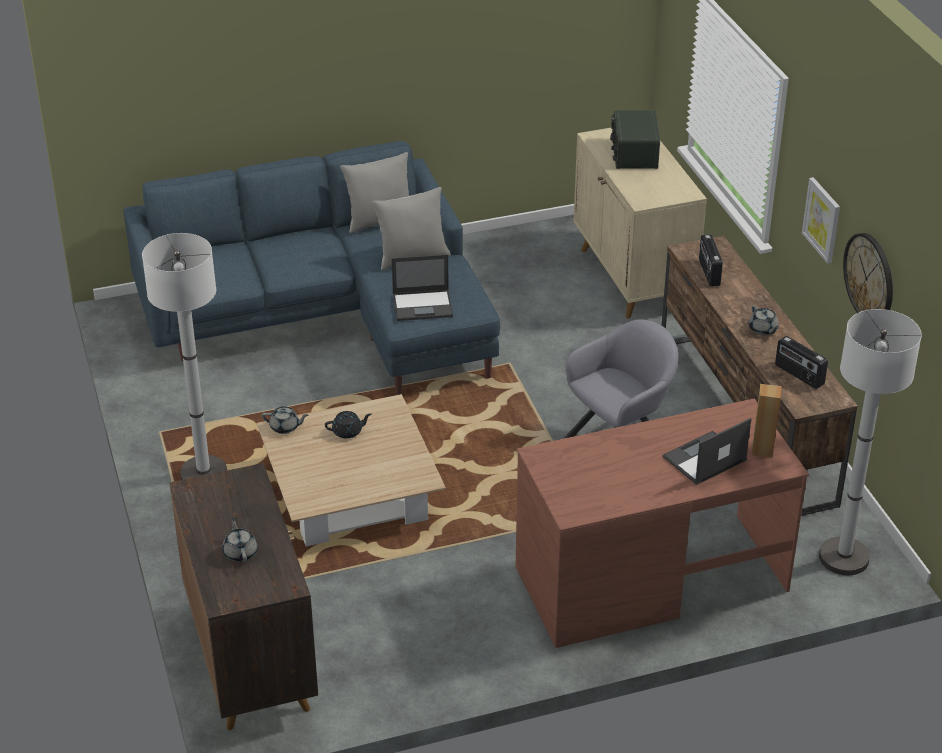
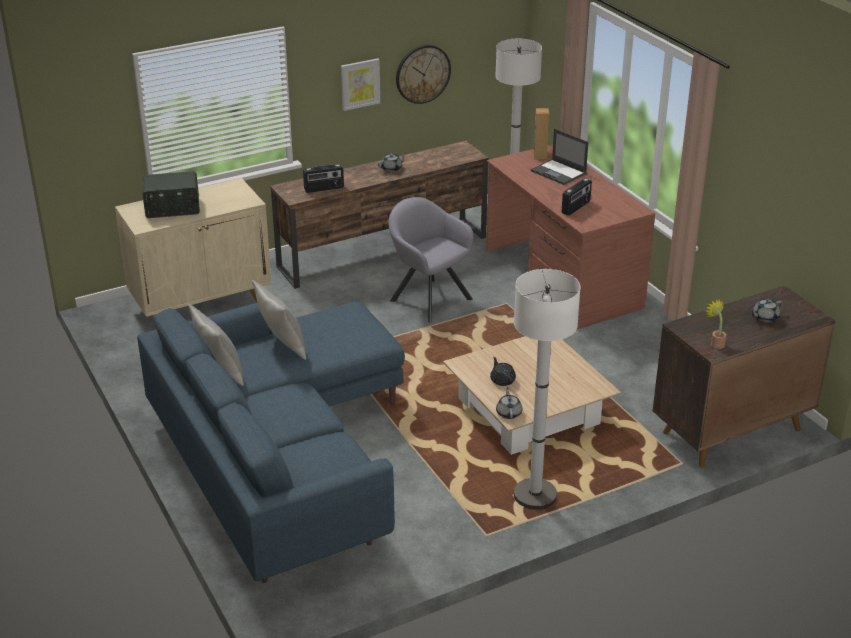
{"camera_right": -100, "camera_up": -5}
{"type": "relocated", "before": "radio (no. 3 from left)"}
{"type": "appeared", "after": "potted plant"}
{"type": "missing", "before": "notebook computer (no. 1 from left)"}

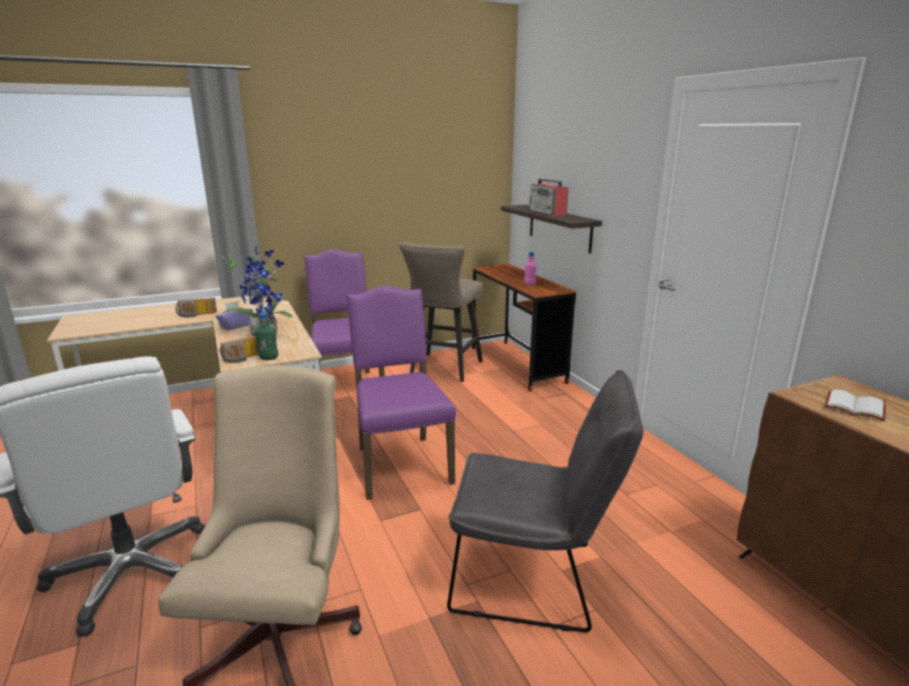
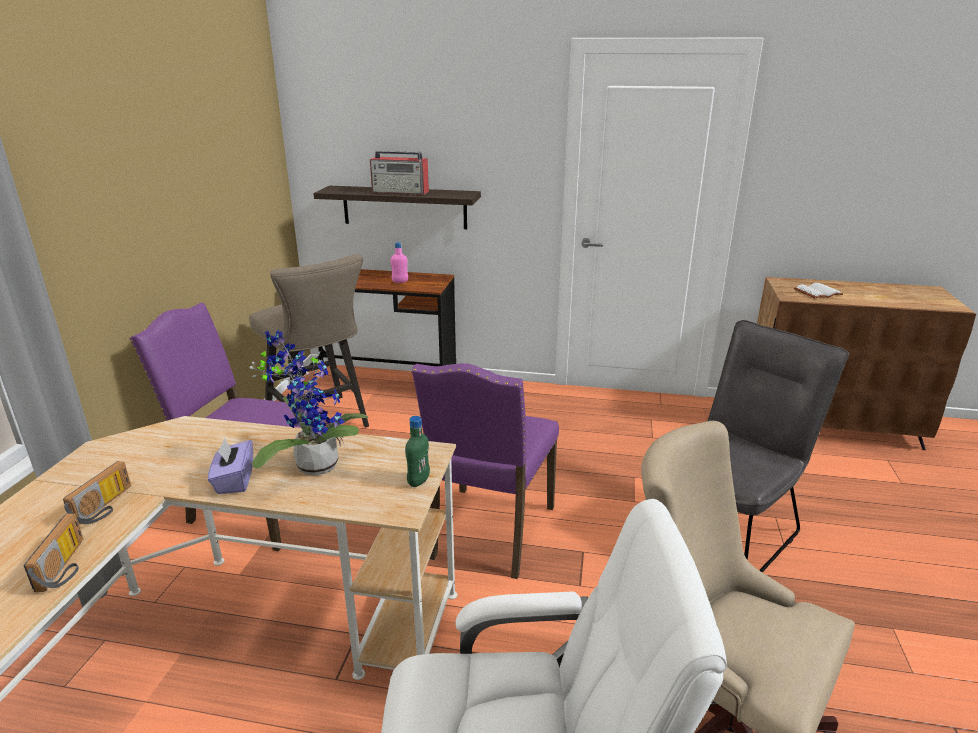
{"camera_right": -55, "camera_up": 5}
{"type": "relocated", "before": "radio (no. 2 from left in the first image)", "after": "radio (no. 1 from left)"}
{"type": "spun", "before": "purplish plain chair (no. 2 from left)", "turn": -90}

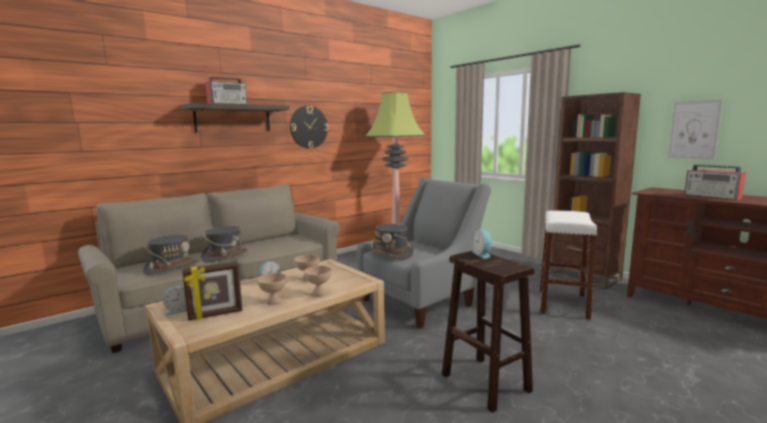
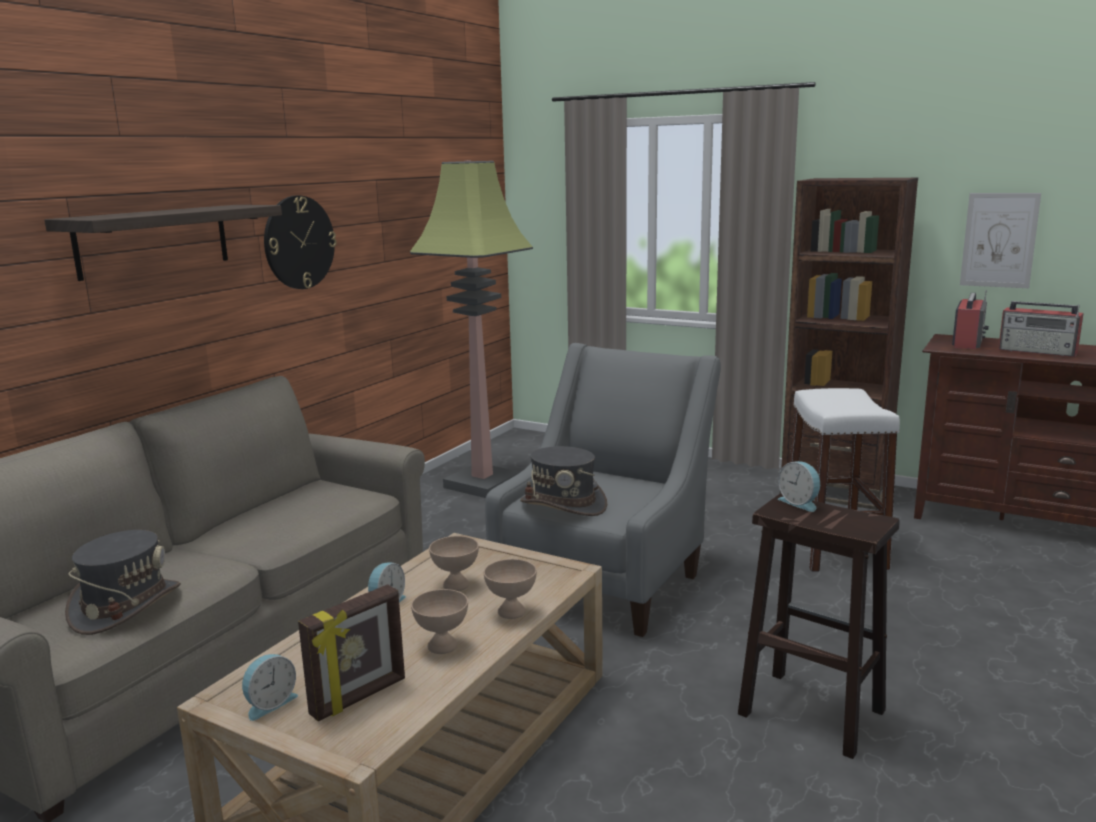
{"camera_right": -20, "camera_up": 5}
{"type": "relocated", "before": "radio (no. 1 from left)"}
{"type": "missing", "before": "grey clothing hat (no. 2 from left)"}

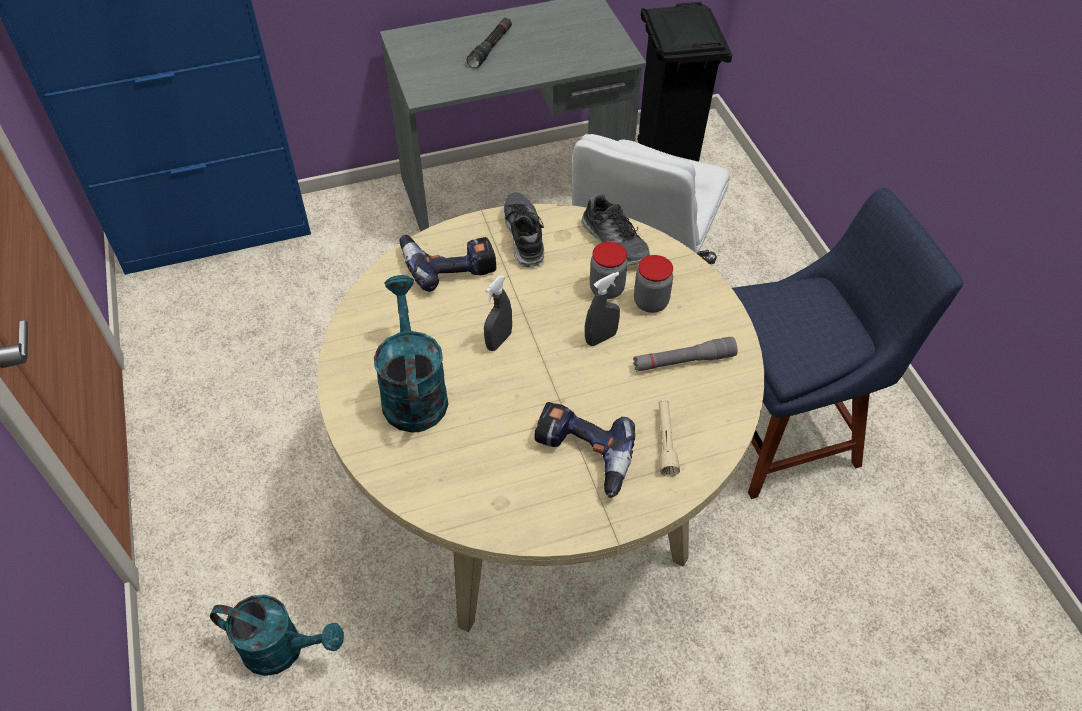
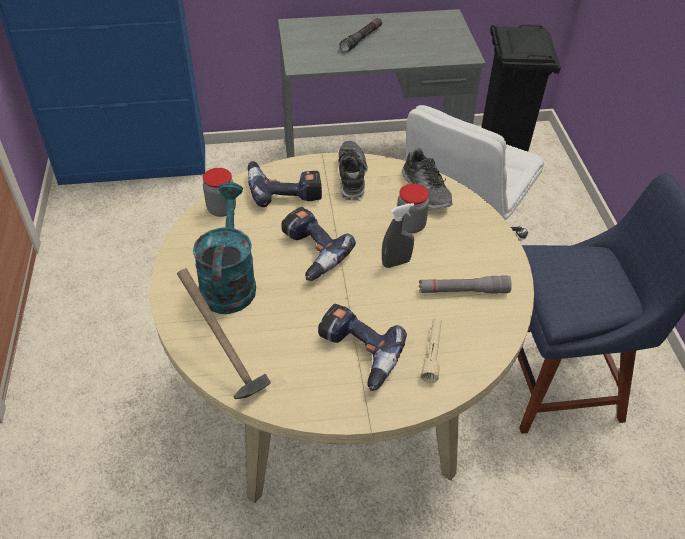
{"camera_right": 10, "camera_up": -5}
{"type": "appeared", "after": "tool hammer"}
{"type": "relocated", "before": "storage jar (no. 2 from left in the first image)", "after": "storage jar (no. 1 from left)"}
{"type": "exchanged", "before": "grey sprayer (no. 1 from left)", "after": "drill (no. 2 from left)"}
{"type": "missing", "before": "turquoise sprinkling can (no. 1 from left)"}

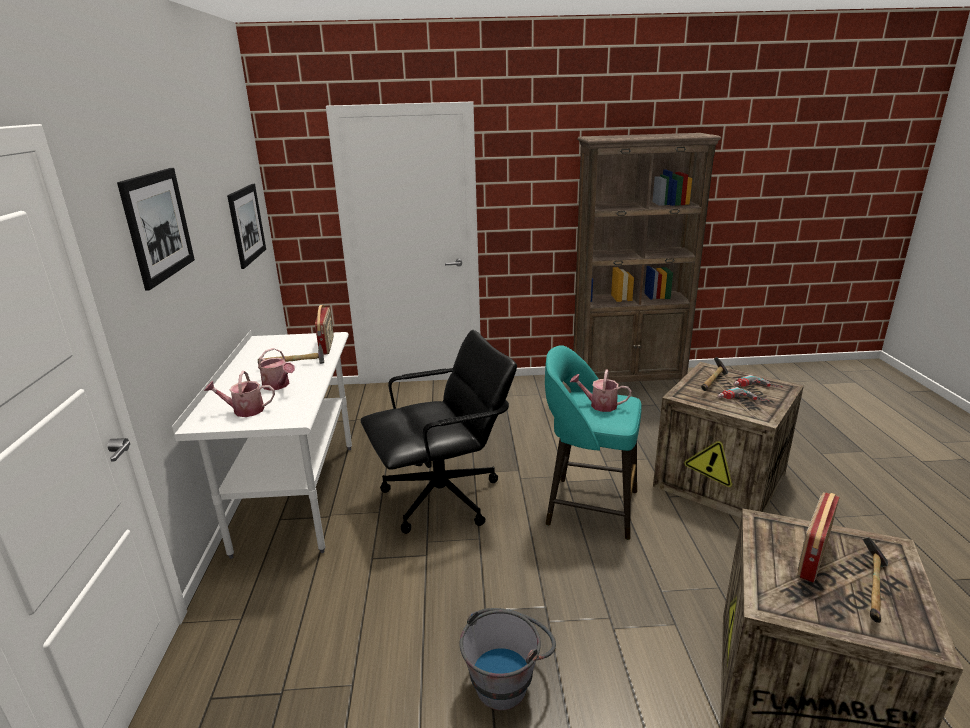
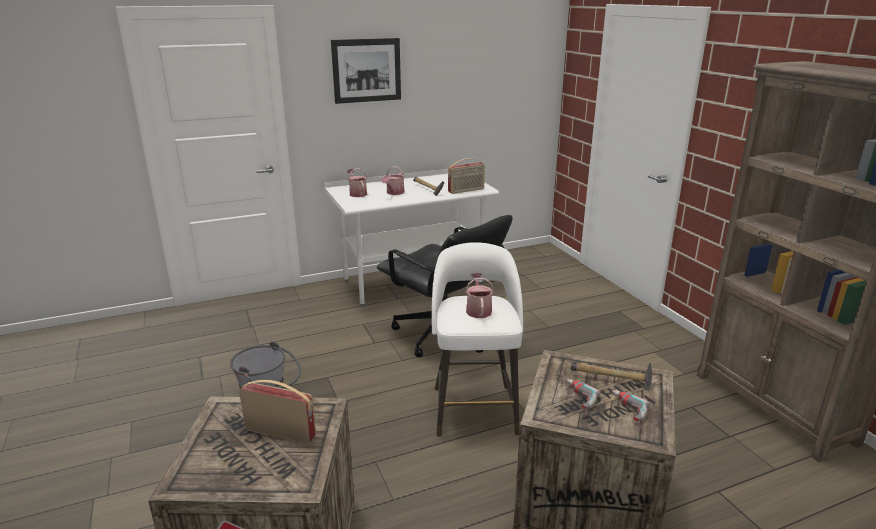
{"camera_right": 70, "camera_up": 0}
{"type": "colour", "before": "turquoise sitting stool", "after": "white sitting stool"}
{"type": "missing", "before": "wall picture (no. 2 from left)"}
{"type": "missing", "before": "tool hammer (no. 3 from left)"}

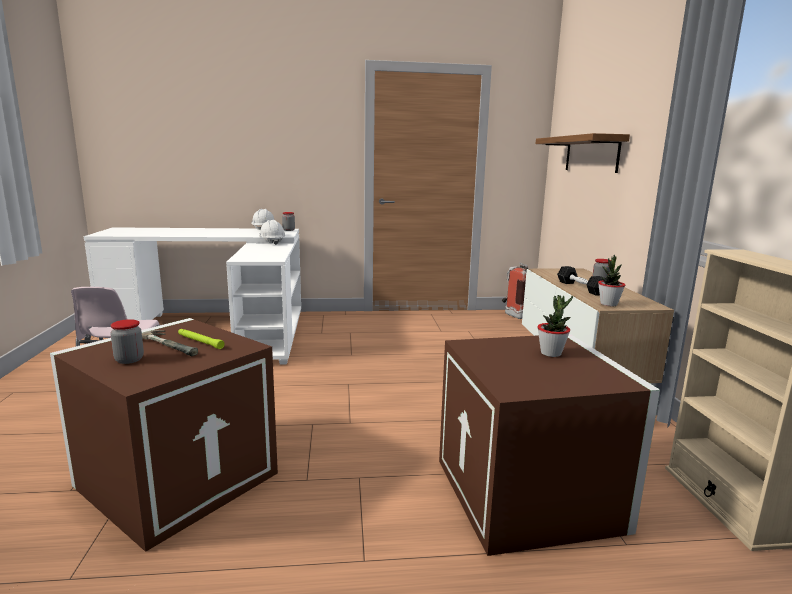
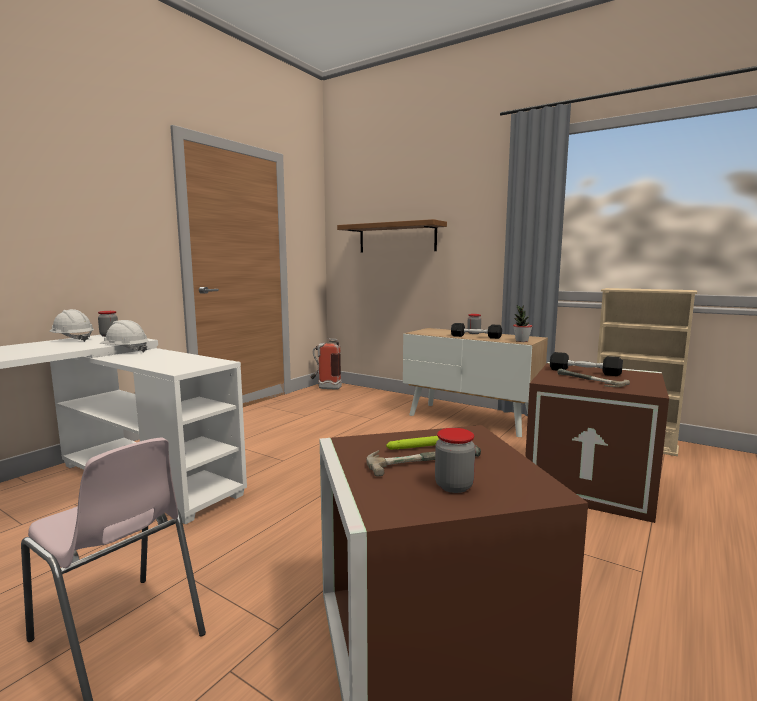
{"camera_right": -50, "camera_up": -5}
{"type": "exchanged", "before": "potted plant (no. 1 from left)", "after": "black free weight (no. 2 from left)"}
{"type": "appeared", "after": "tool hammer (no. 2 from left)"}

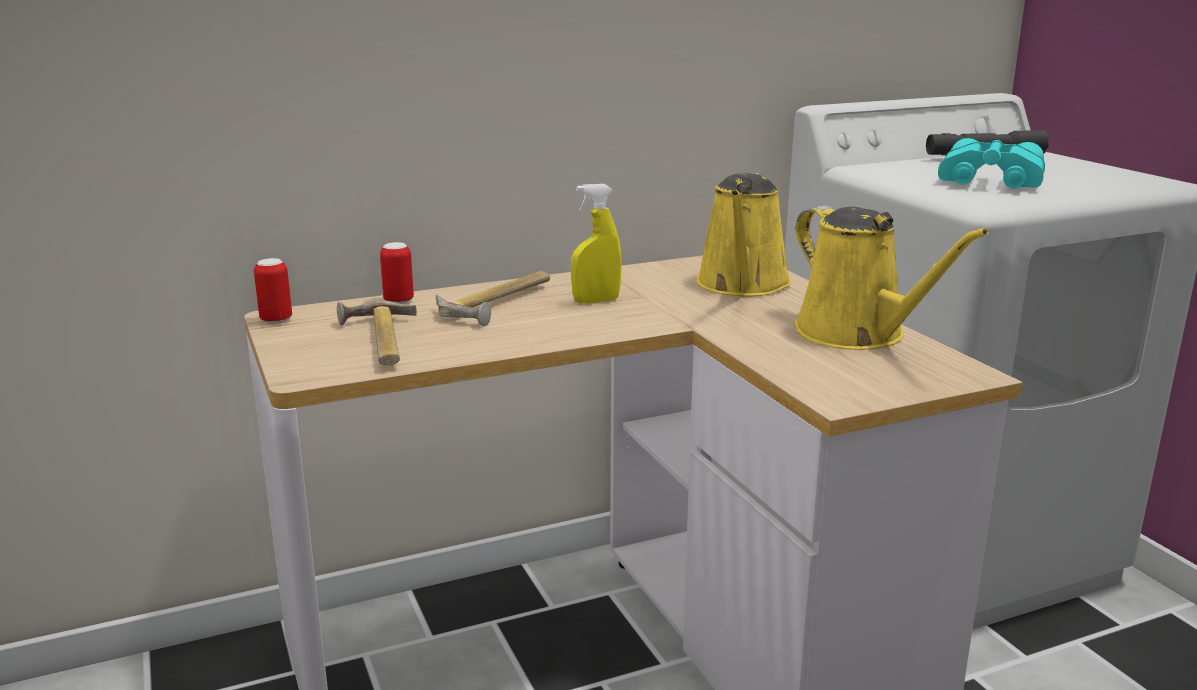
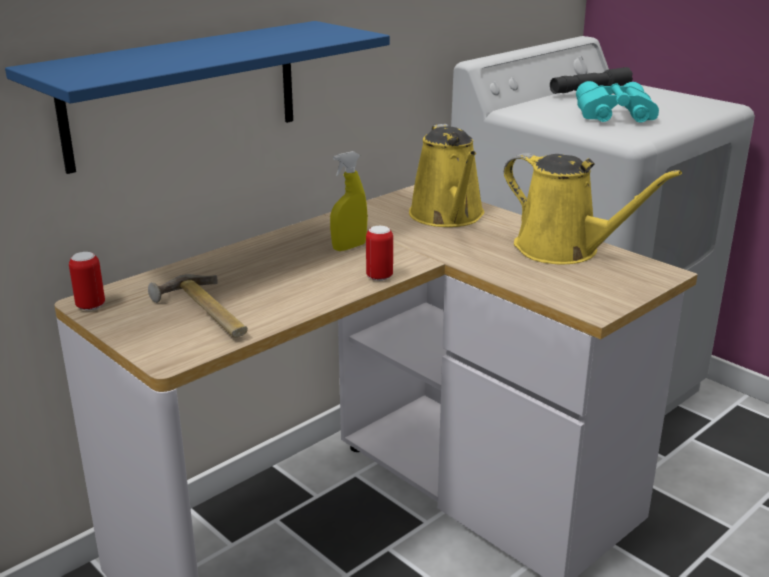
{"camera_right": -20, "camera_up": 5}
{"type": "appeared", "after": "bluish bracket shelf"}
{"type": "relocated", "before": "sealed can (no. 2 from left)"}
{"type": "missing", "before": "tool hammer (no. 2 from left)"}

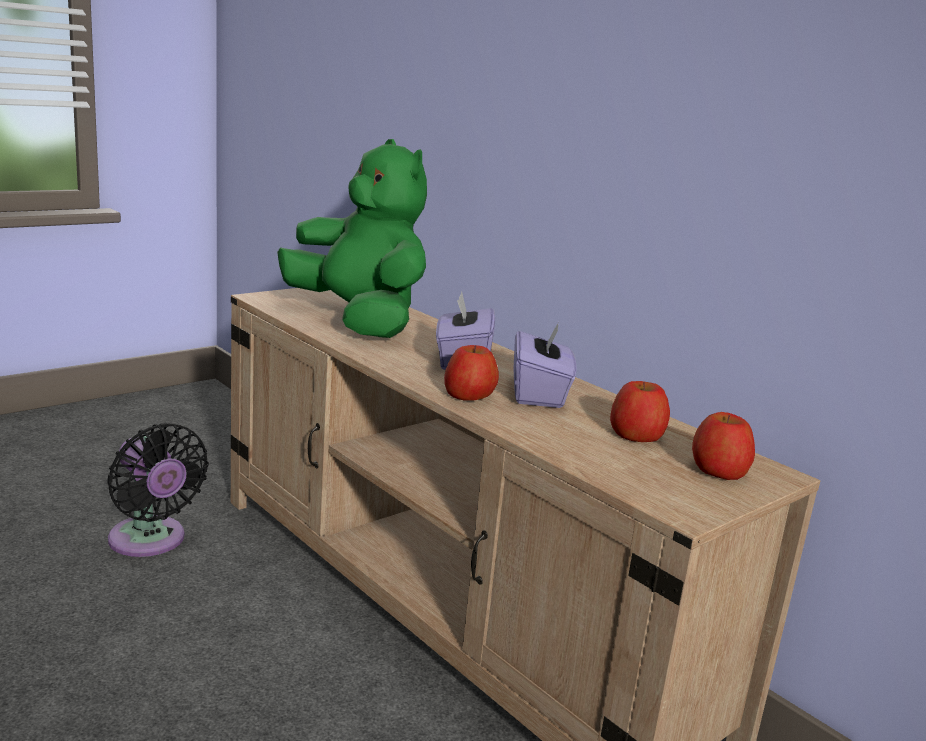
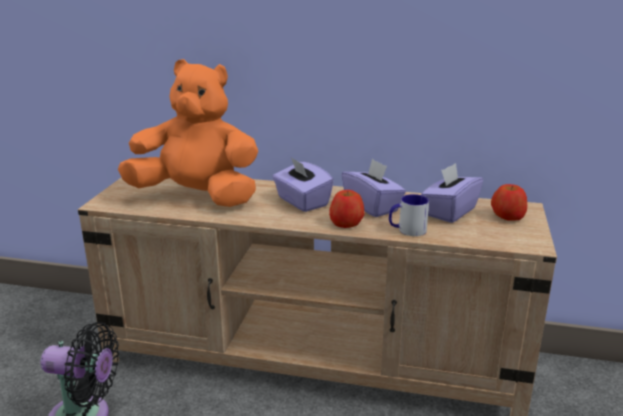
{"camera_right": -35, "camera_up": 5}
{"type": "colour", "before": "green-coloured cuddly toy", "after": "orange cuddly toy"}
{"type": "appeared", "after": "tea mug"}
{"type": "exchanged", "before": "apple fruit (no. 2 from left)", "after": "purplish tissue box (no. 3 from left)"}

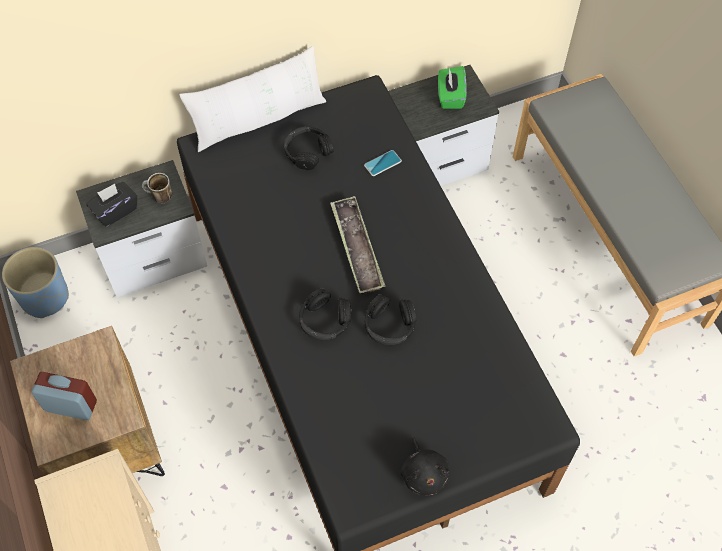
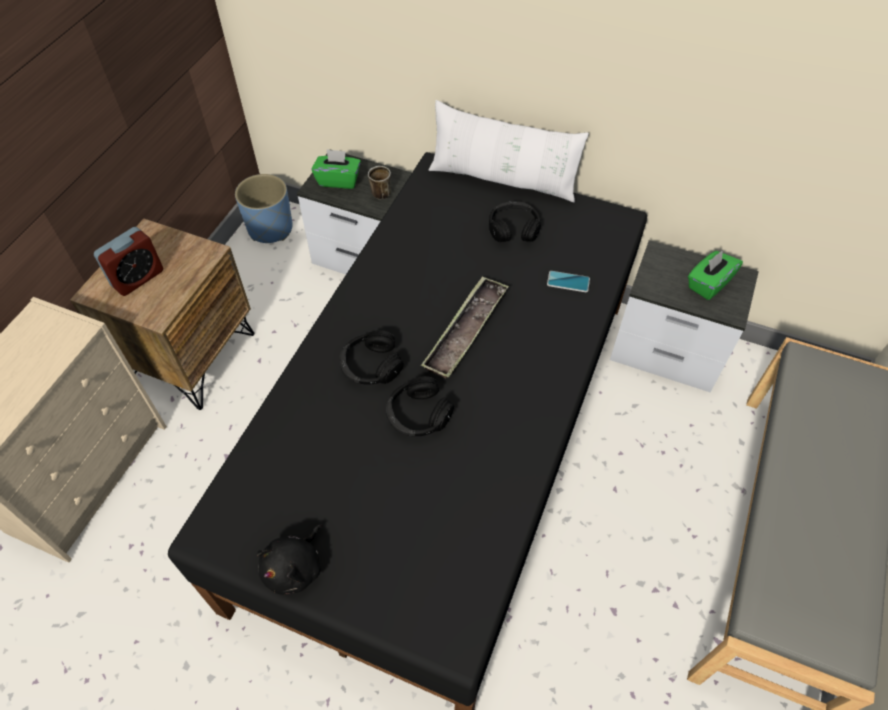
{"camera_right": 45, "camera_up": -5}
{"type": "spun", "before": "table clock", "turn": 75}
{"type": "colour", "before": "black tissue box", "after": "green-coloured tissue box (no. 1 from left)"}

